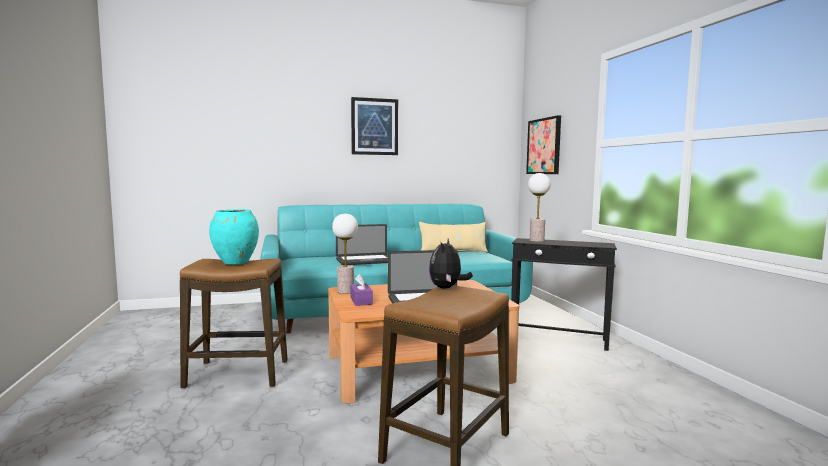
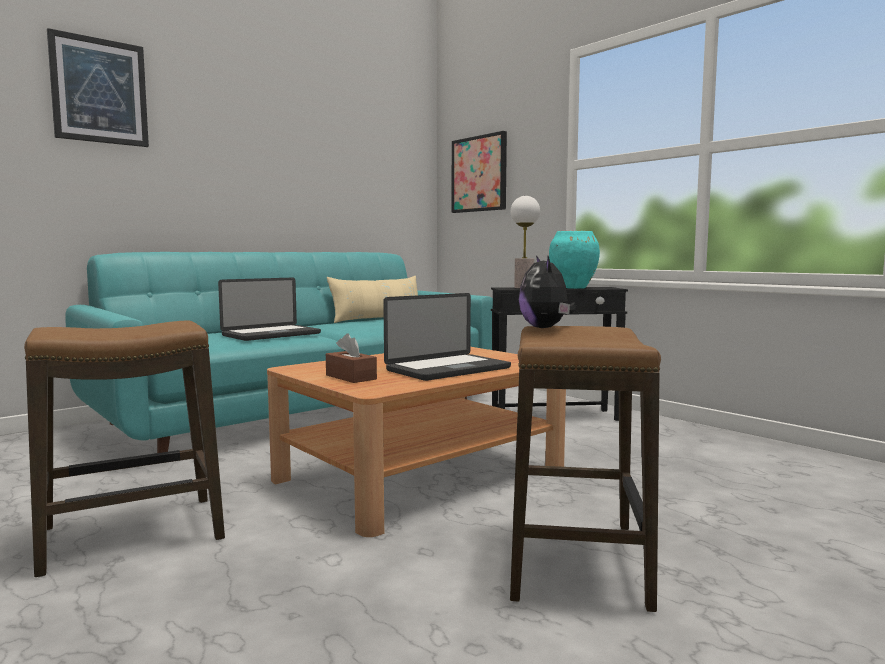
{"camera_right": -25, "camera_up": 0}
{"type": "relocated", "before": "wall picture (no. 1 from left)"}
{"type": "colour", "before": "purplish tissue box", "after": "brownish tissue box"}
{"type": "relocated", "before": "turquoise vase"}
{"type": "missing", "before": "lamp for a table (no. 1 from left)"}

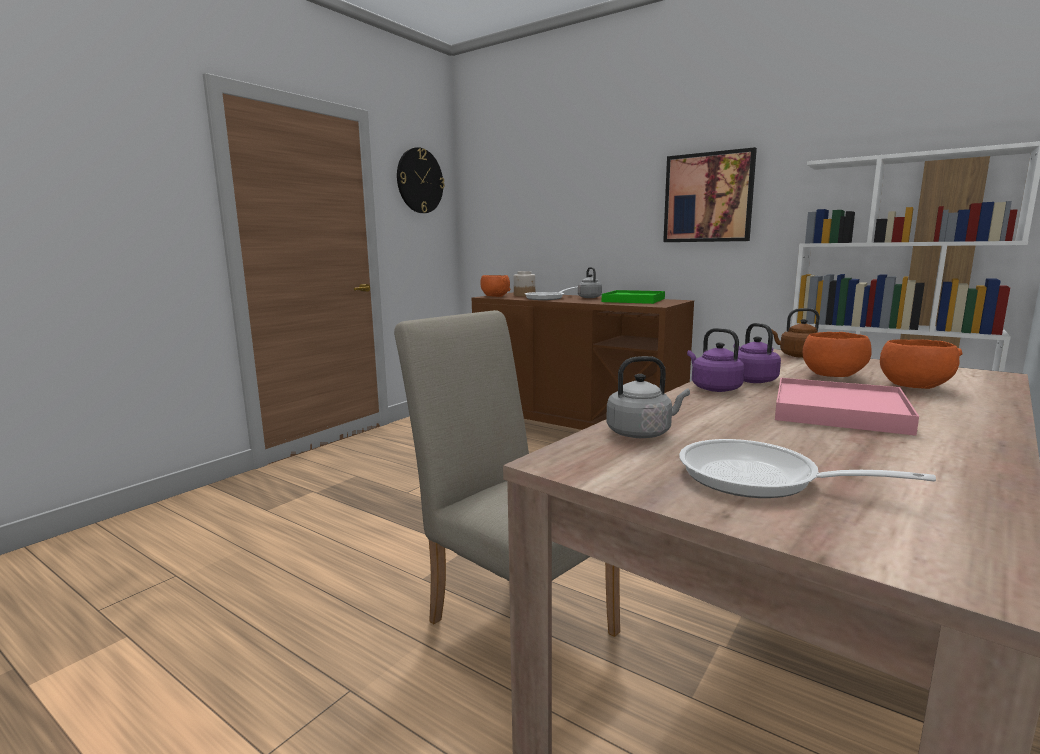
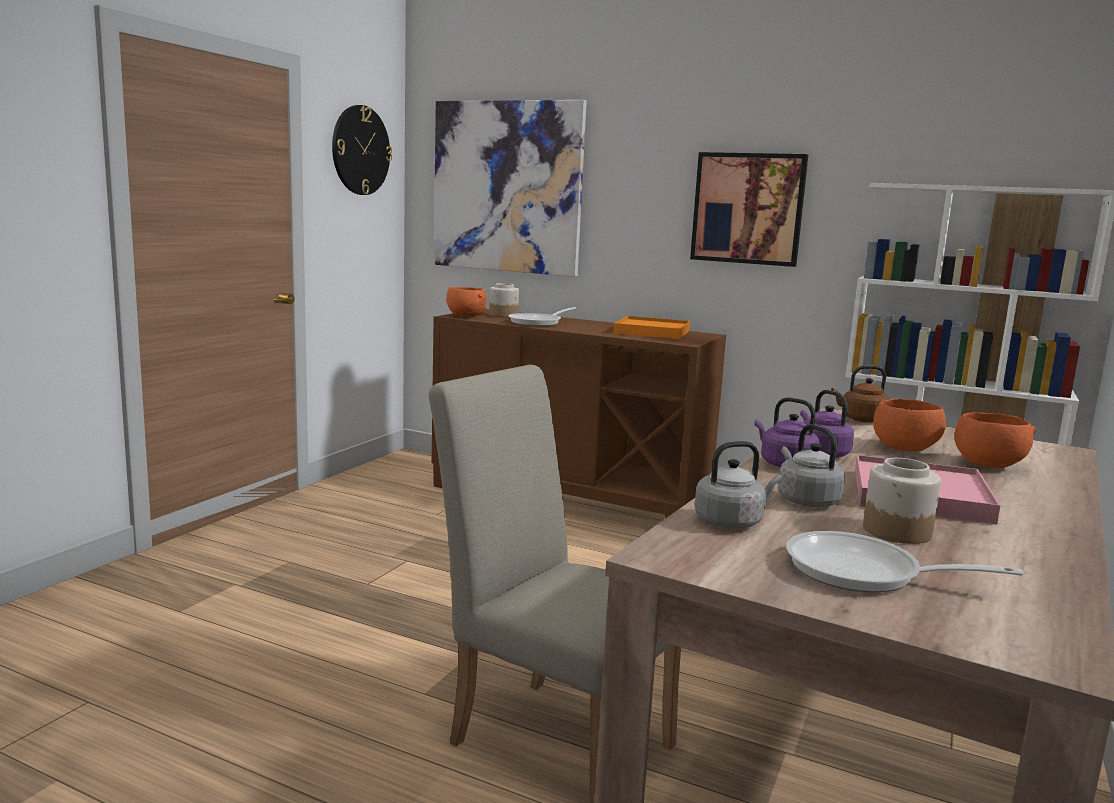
{"camera_right": -10, "camera_up": 0}
{"type": "appeared", "after": "wall picture (no. 1 from left)"}
{"type": "colour", "before": "green-coloured serving tray", "after": "orange serving tray"}
{"type": "relocated", "before": "grey kettle (no. 1 from left in the first image)", "after": "grey kettle (no. 2 from left)"}
{"type": "appeared", "after": "storage jar (no. 2 from left)"}

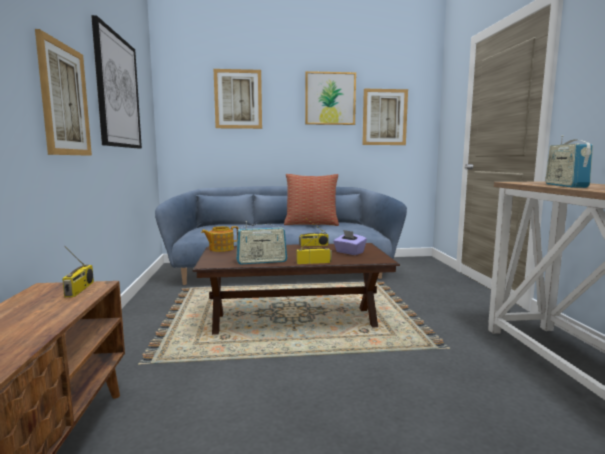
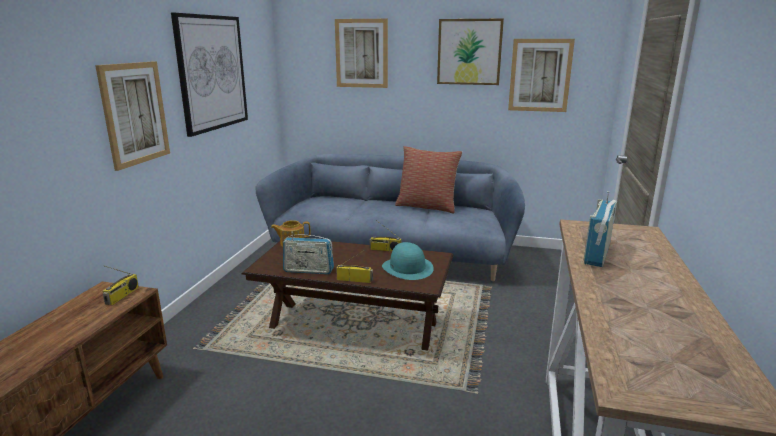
{"camera_right": 20, "camera_up": 10}
{"type": "exchanged", "before": "purplish tissue box", "after": "turquoise clothing hat"}

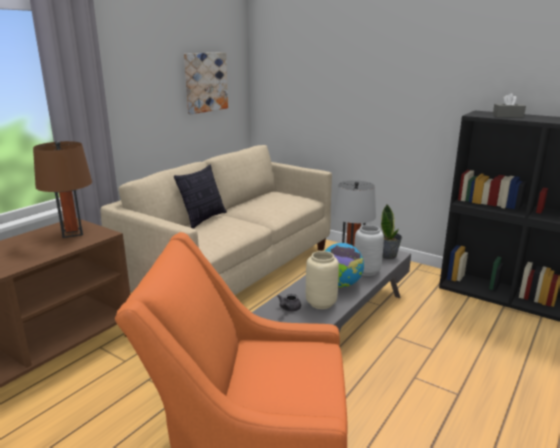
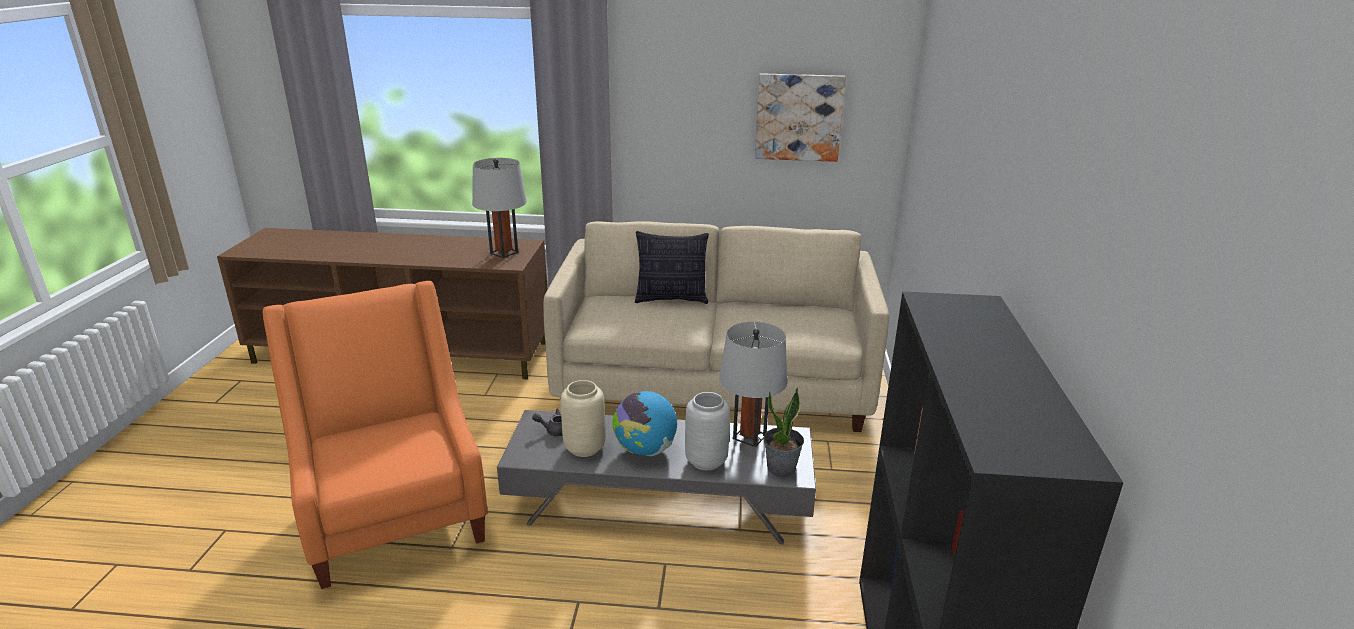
{"camera_right": 60, "camera_up": 5}
{"type": "colour", "before": "brownish lamp for a table", "after": "grey lamp for a table (no. 1 from left)"}
{"type": "missing", "before": "grey tissue box"}

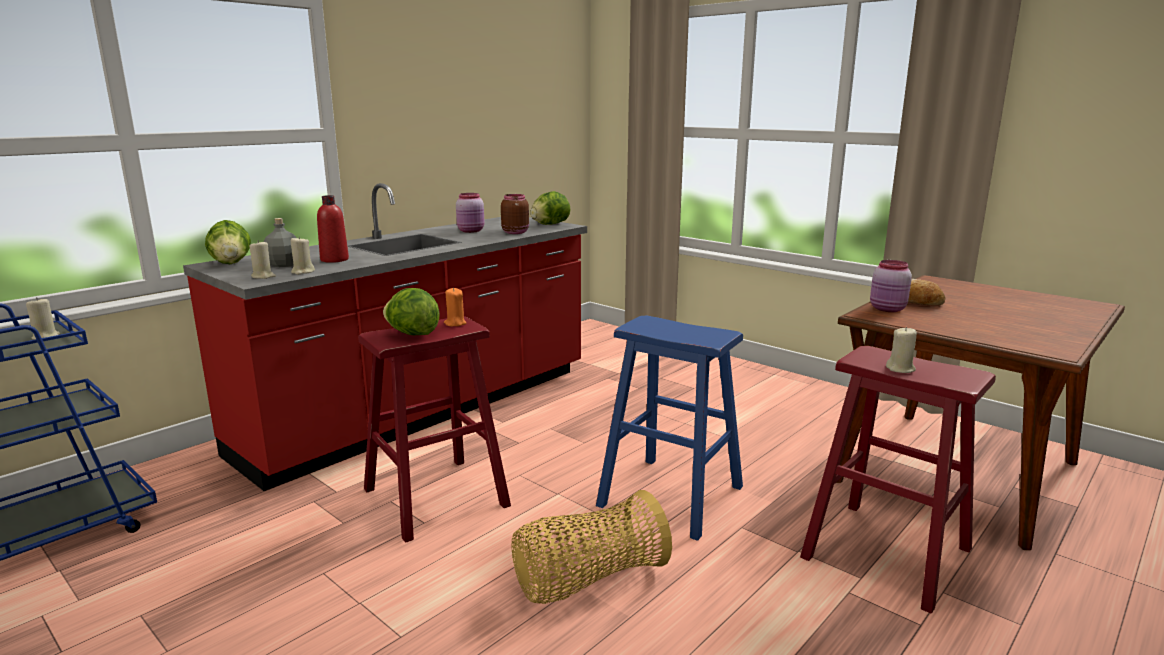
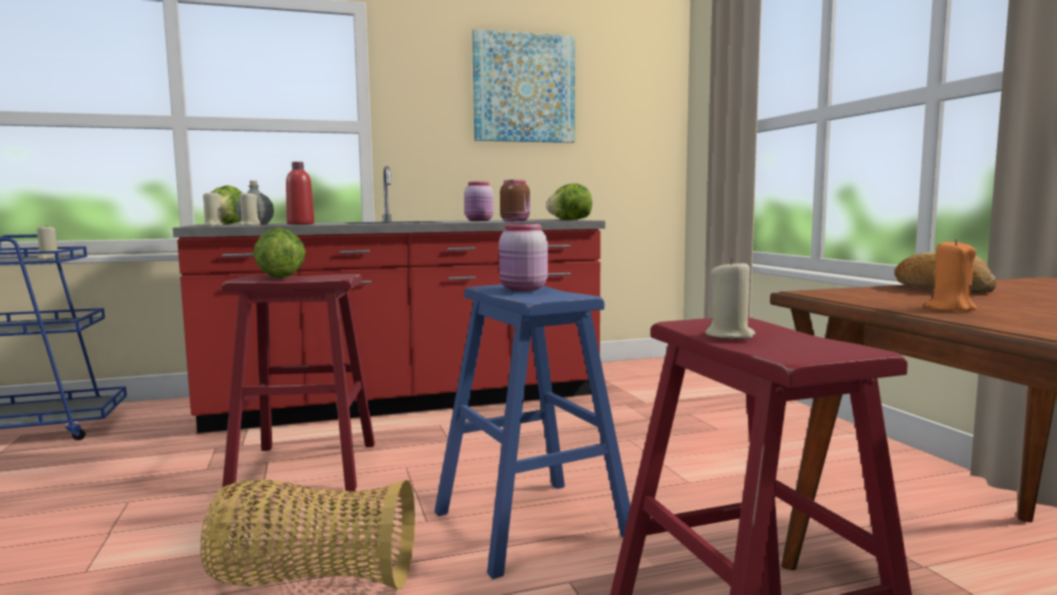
{"camera_right": 30, "camera_up": -10}
{"type": "appeared", "after": "wall picture"}
{"type": "relocated", "before": "pink storage jar (no. 2 from left)"}
{"type": "relocated", "before": "orange wax light"}

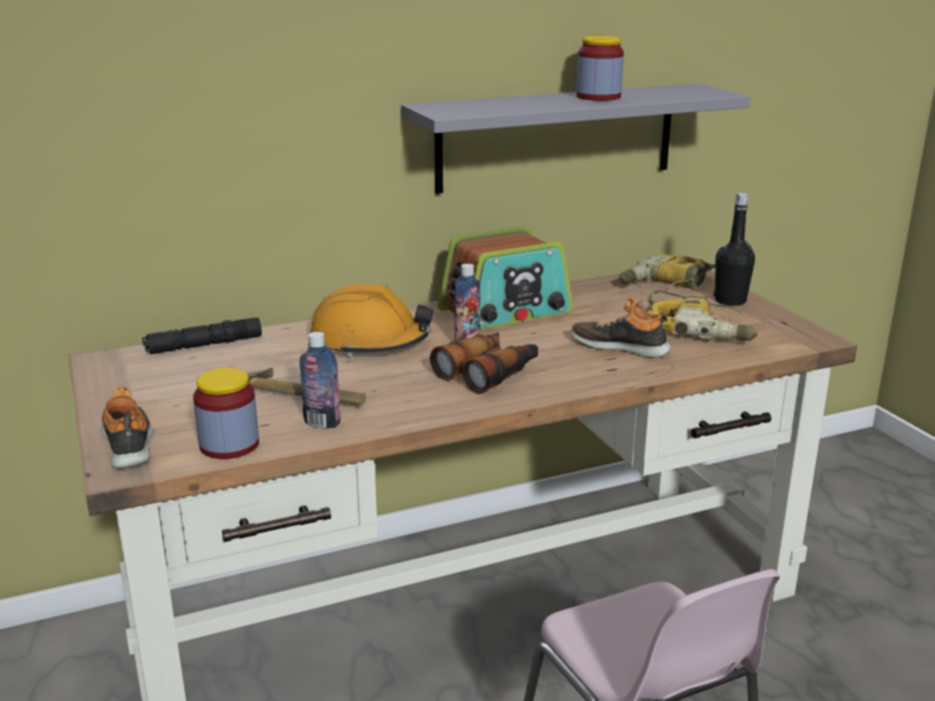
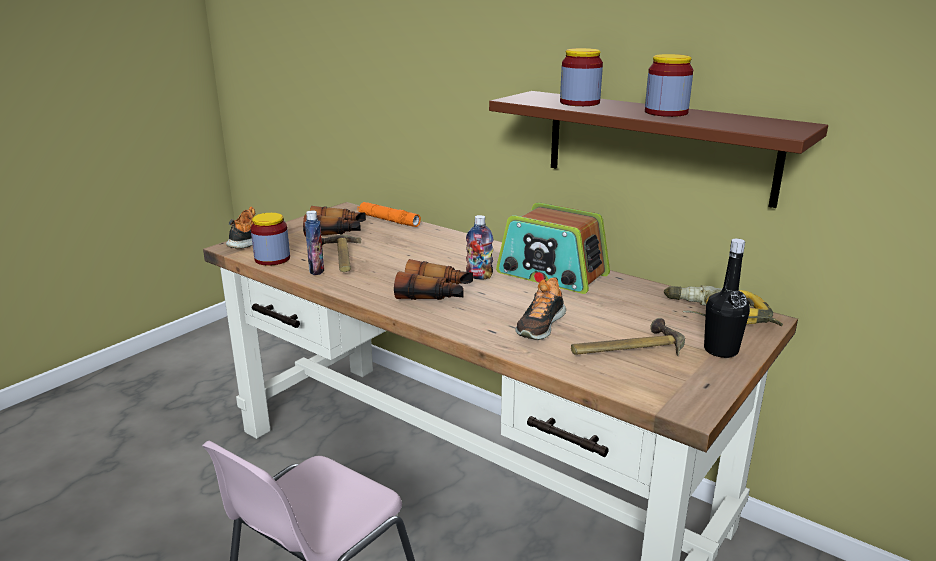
{"camera_right": 60, "camera_up": 0}
{"type": "appeared", "after": "binoculars (no. 1 from left)"}
{"type": "colour", "before": "black flashlight", "after": "orange flashlight"}
{"type": "colour", "before": "grey bracket shelf", "after": "brownish bracket shelf"}
{"type": "spun", "before": "low shoe (no. 2 from left)", "turn": -150}
{"type": "appeared", "after": "storage jar (no. 2 from left)"}
{"type": "exchanged", "before": "drill (no. 2 from left)", "after": "tool hammer (no. 2 from left)"}
{"type": "missing", "before": "orange work helmet"}

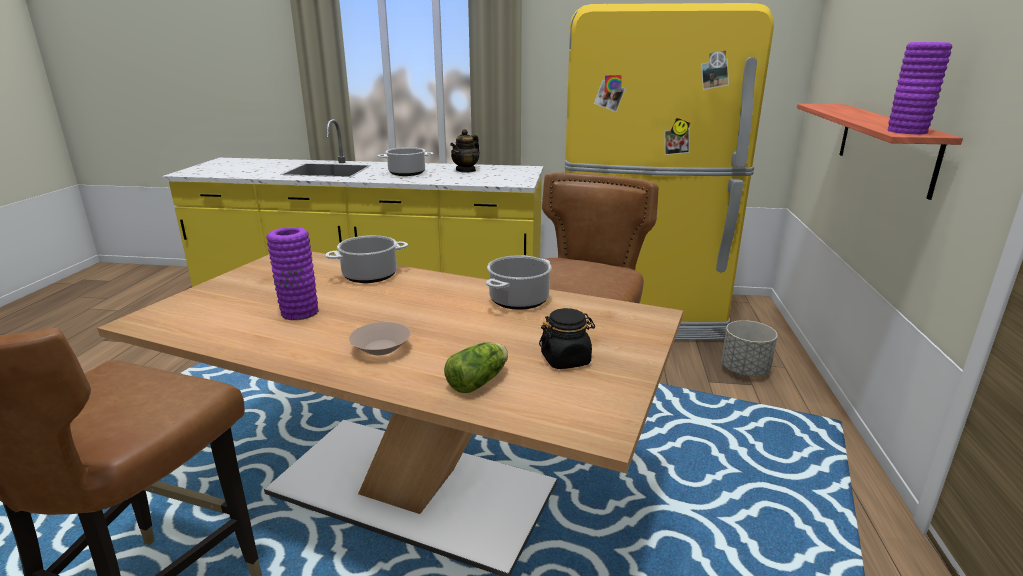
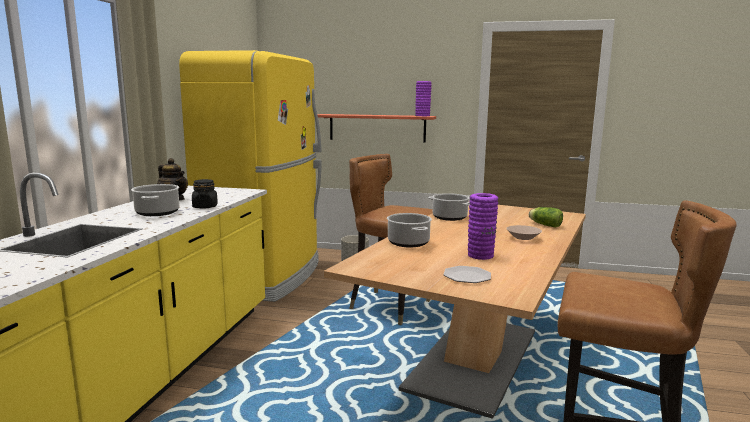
{"camera_right": -85, "camera_up": -10}
{"type": "relocated", "before": "black storage jar"}
{"type": "appeared", "after": "flat dish"}

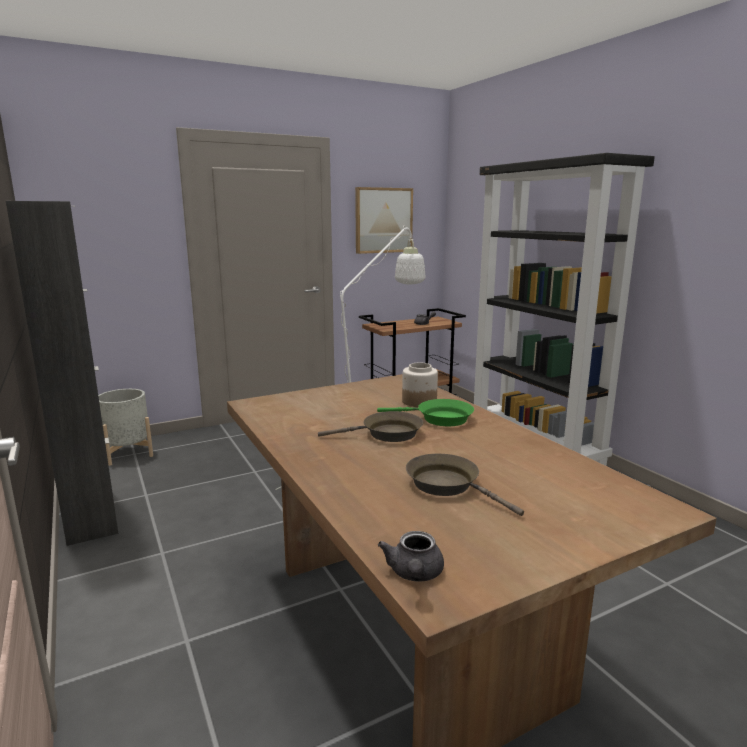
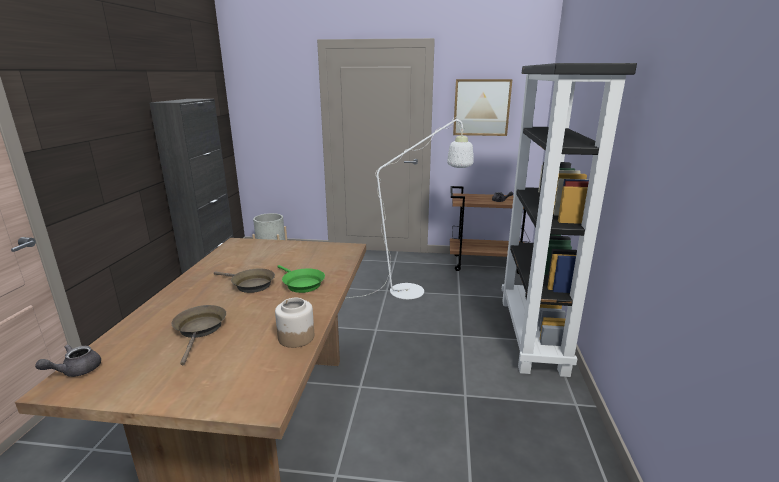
{"camera_right": 35, "camera_up": 5}
{"type": "relocated", "before": "storage jar"}

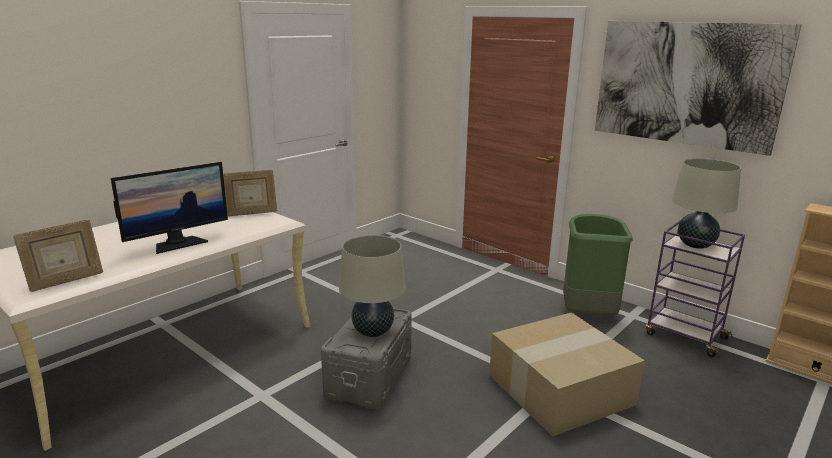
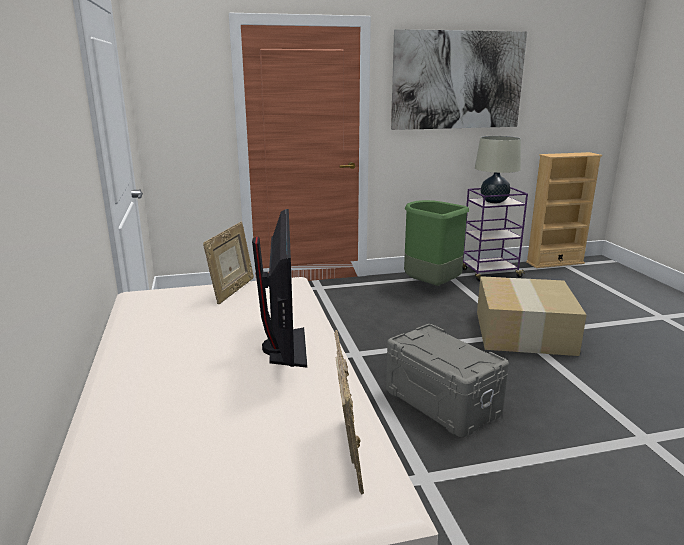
{"camera_right": -55, "camera_up": 0}
{"type": "missing", "before": "beige lamp for a table (no. 1 from left)"}

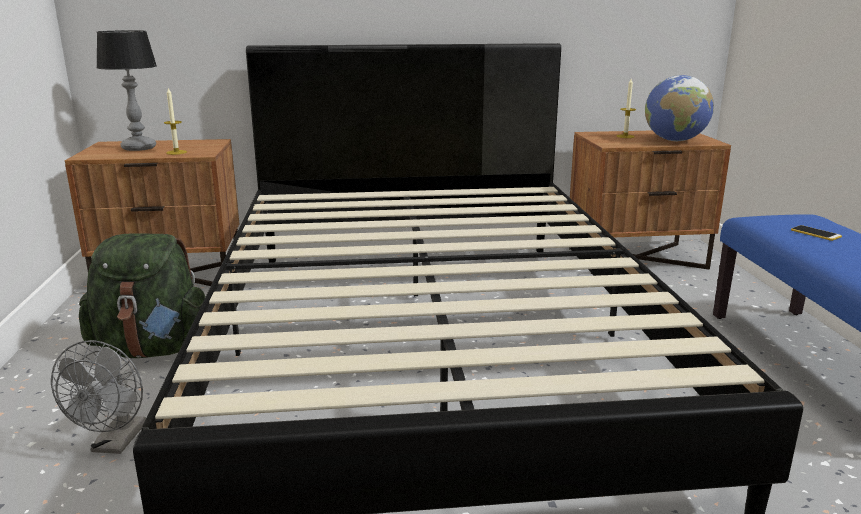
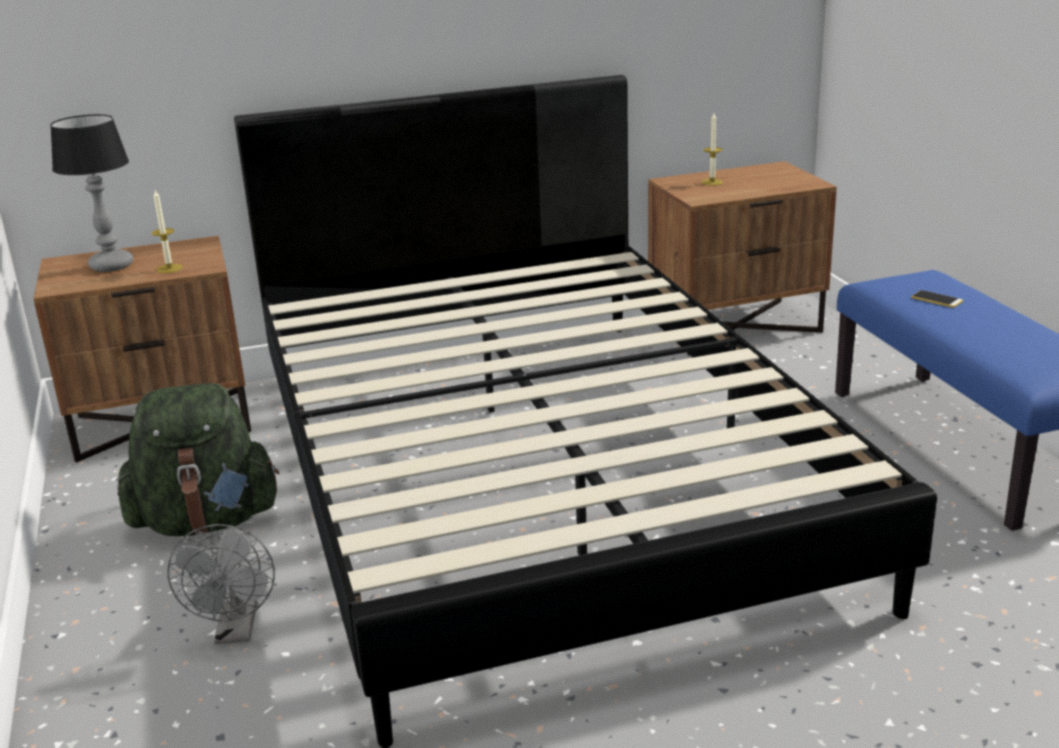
{"camera_right": -10, "camera_up": 5}
{"type": "missing", "before": "desk globe"}

